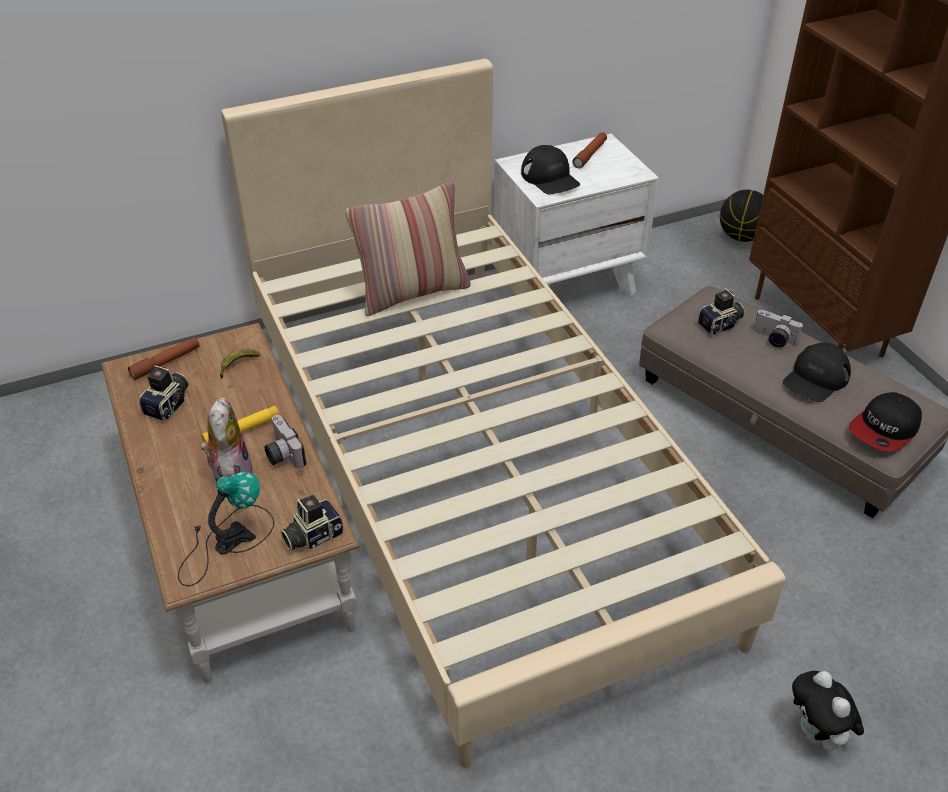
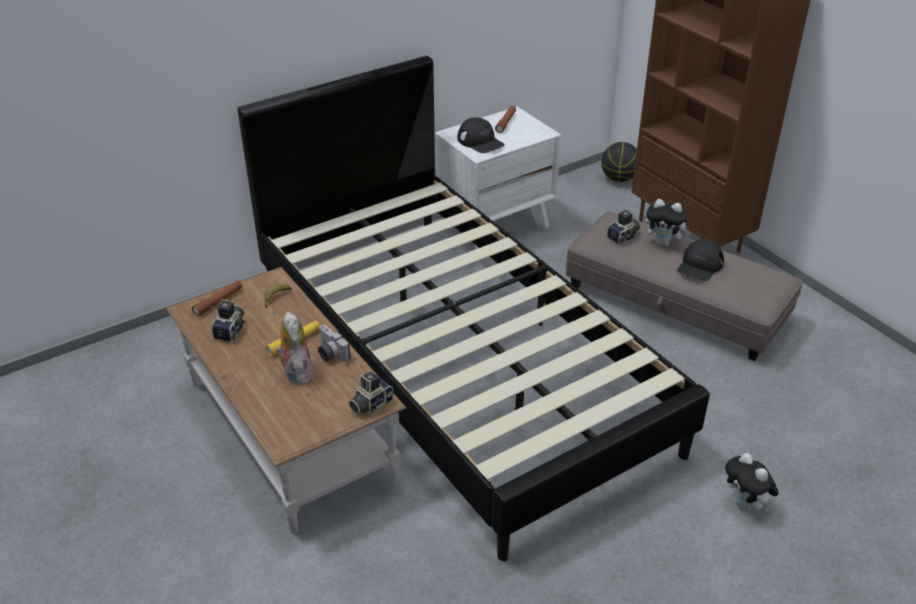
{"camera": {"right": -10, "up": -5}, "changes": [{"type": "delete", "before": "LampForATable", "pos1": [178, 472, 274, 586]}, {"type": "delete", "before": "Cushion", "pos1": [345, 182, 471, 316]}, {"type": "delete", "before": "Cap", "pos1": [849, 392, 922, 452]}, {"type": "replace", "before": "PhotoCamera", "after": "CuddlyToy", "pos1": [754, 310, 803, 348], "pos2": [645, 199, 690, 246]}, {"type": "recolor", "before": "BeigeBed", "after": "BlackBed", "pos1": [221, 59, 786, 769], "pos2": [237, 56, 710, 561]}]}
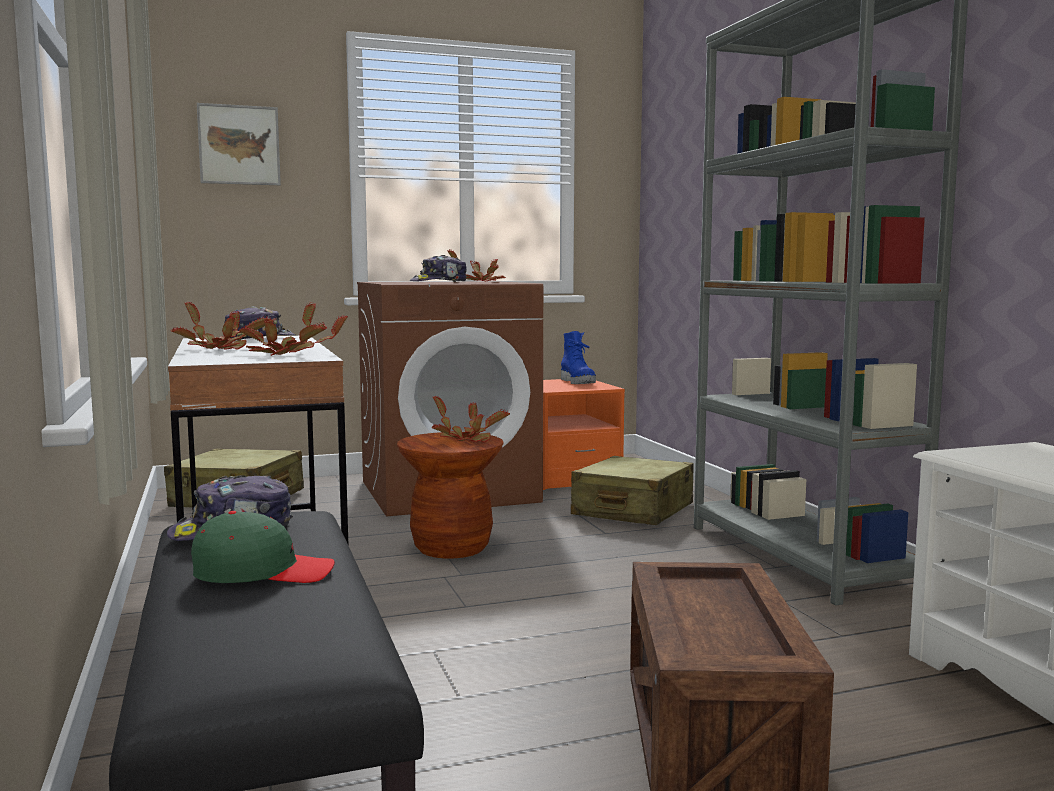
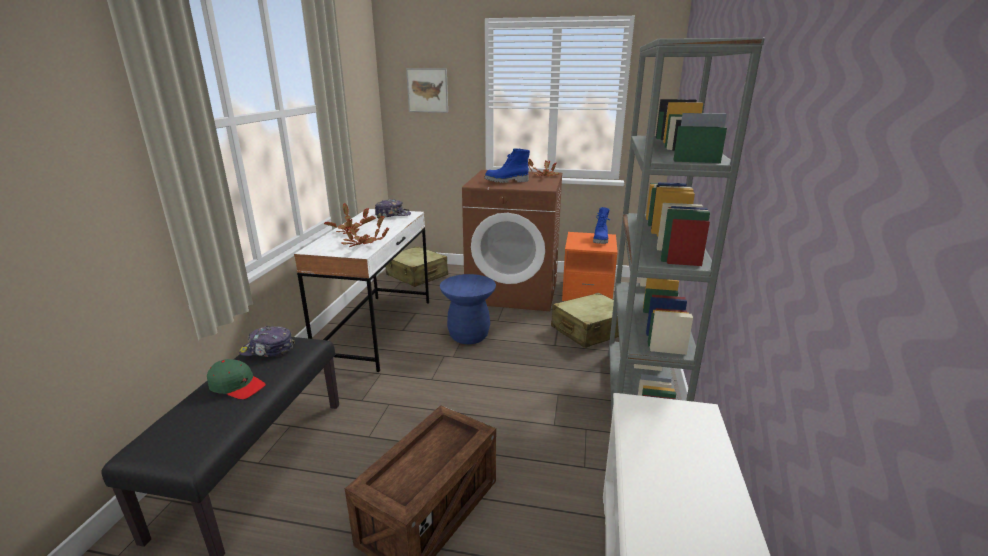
{"camera": {"right": 30, "up": 15}, "changes": [{"type": "delete", "before": "PlantInAPot", "pos1": [432, 395, 510, 442]}, {"type": "replace", "before": "Cap", "after": "BlueTallBoot", "pos1": [409, 255, 467, 282], "pos2": [484, 148, 530, 183]}, {"type": "recolor", "before": "BrownishStool", "after": "BlueStool", "pos1": [397, 432, 503, 558], "pos2": [440, 274, 496, 344]}]}
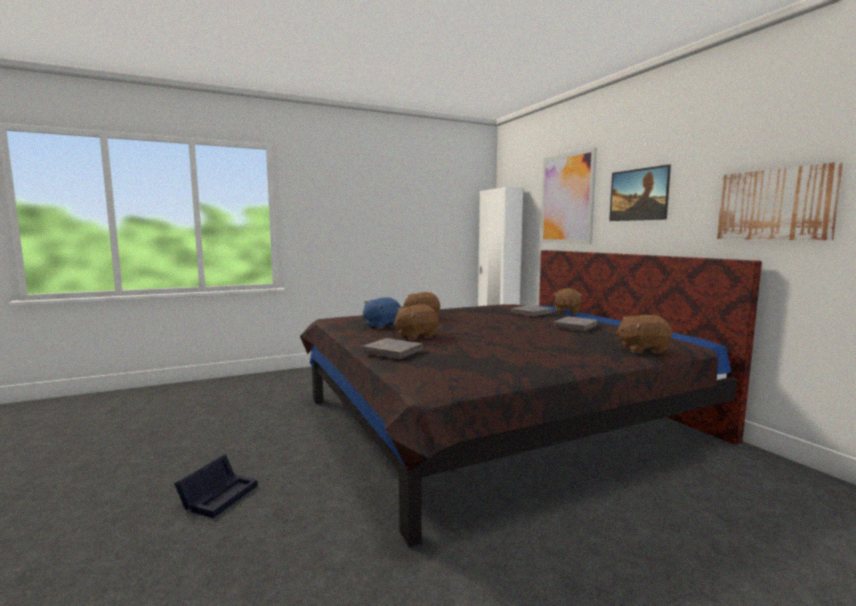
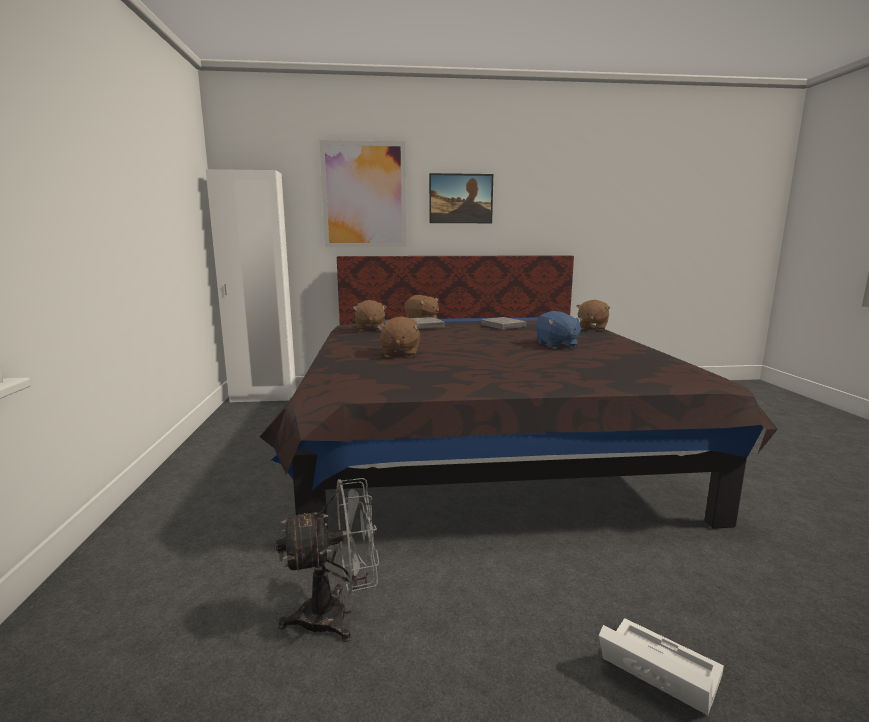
{"camera": {"right": -70, "up": 5}, "changes": [{"type": "delete", "before": "GrayBook", "pos1": [362, 338, 423, 359]}, {"type": "delete", "before": "WallPicture", "pos1": [717, 162, 843, 240]}, {"type": "insert", "after": "GrayElectricFan", "pos2": [276, 478, 379, 642]}, {"type": "move", "before": "BlueCuddlyToy", "pos1": [362, 297, 402, 329], "pos2": [536, 311, 583, 349]}, {"type": "move", "before": "BrownishCuddlyToy", "pos1": [393, 304, 439, 340], "pos2": [353, 300, 387, 331]}, {"type": "recolor", "before": "BlackStorageContainer", "after": "WhitishStorageContainer", "pos1": [174, 454, 258, 518], "pos2": [599, 618, 724, 715]}]}
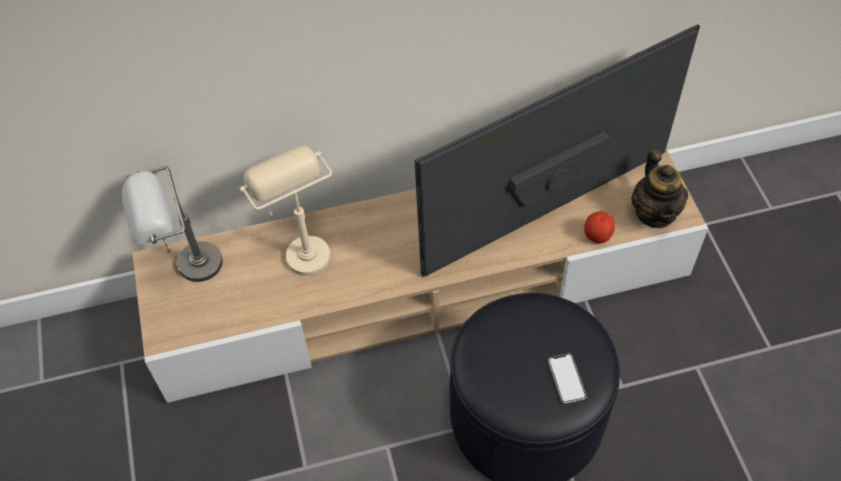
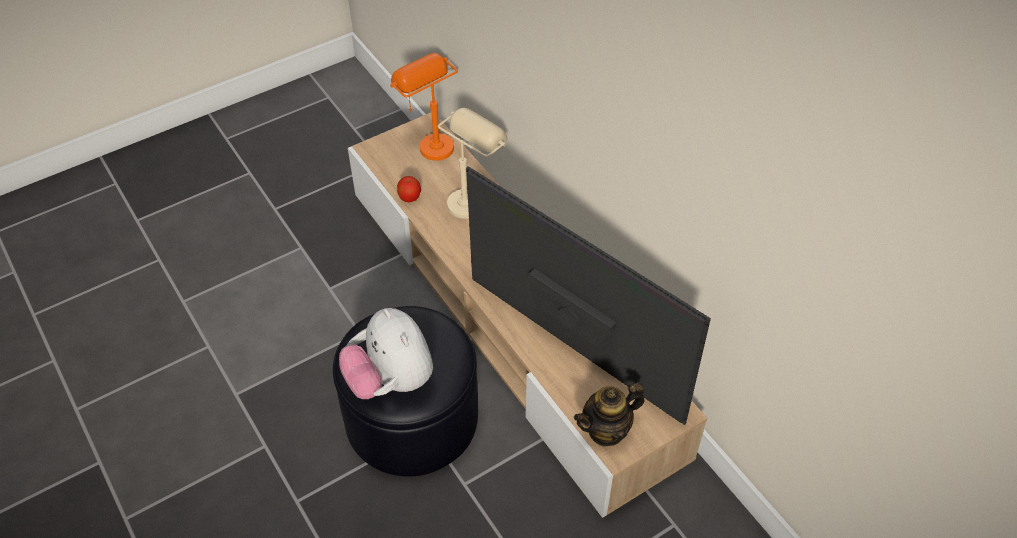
{"camera": {"right": 70, "up": -5}, "changes": [{"type": "move", "before": "AppleFruit", "pos1": [584, 211, 615, 243], "pos2": [397, 176, 421, 202]}, {"type": "replace", "before": "Telephone", "after": "CuddlyToy", "pos1": [548, 353, 587, 404], "pos2": [339, 308, 433, 399]}, {"type": "recolor", "before": "GrayLampForATable", "after": "OrangeColouredLampForATable", "pos1": [122, 166, 223, 282], "pos2": [390, 53, 458, 161]}]}
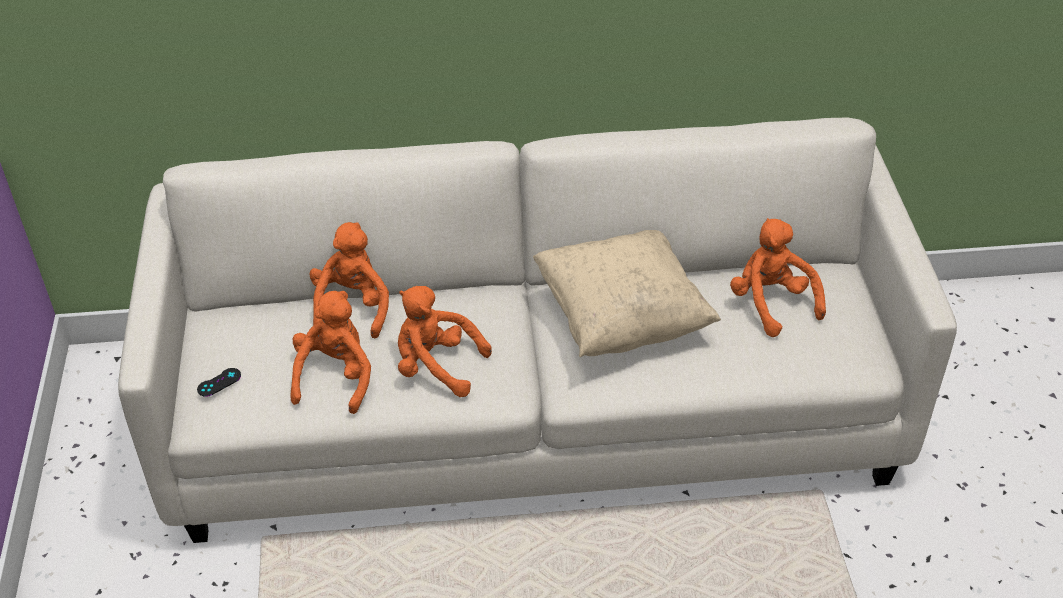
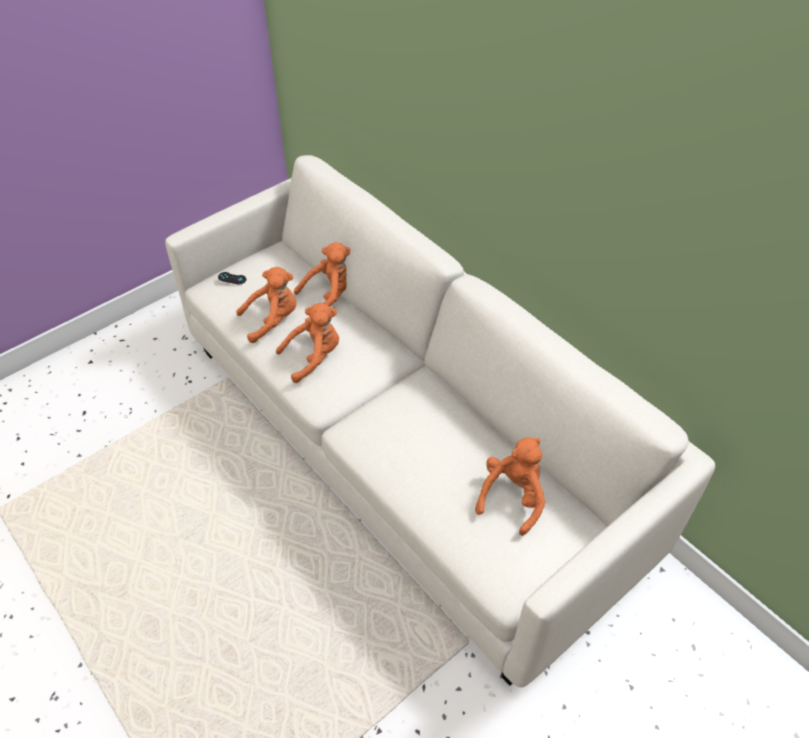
{"camera": {"right": 55, "up": 5}, "changes": [{"type": "delete", "before": "BeigeCushion", "pos1": [533, 230, 721, 357]}, {"type": "rotate", "before": "OrangeColouredCuddlyToy", "pos1": [398, 286, 492, 397], "pos2": [276, 303, 339, 383], "turn": 75}]}
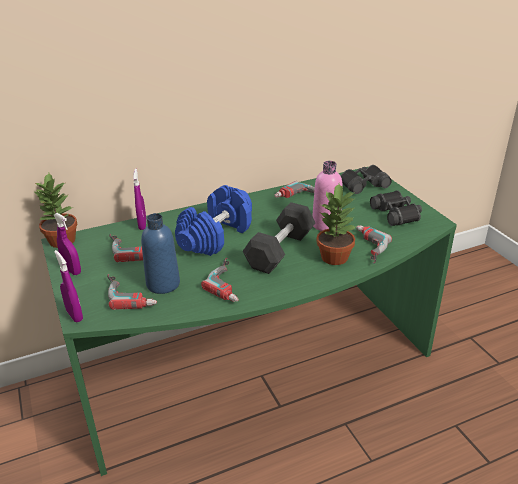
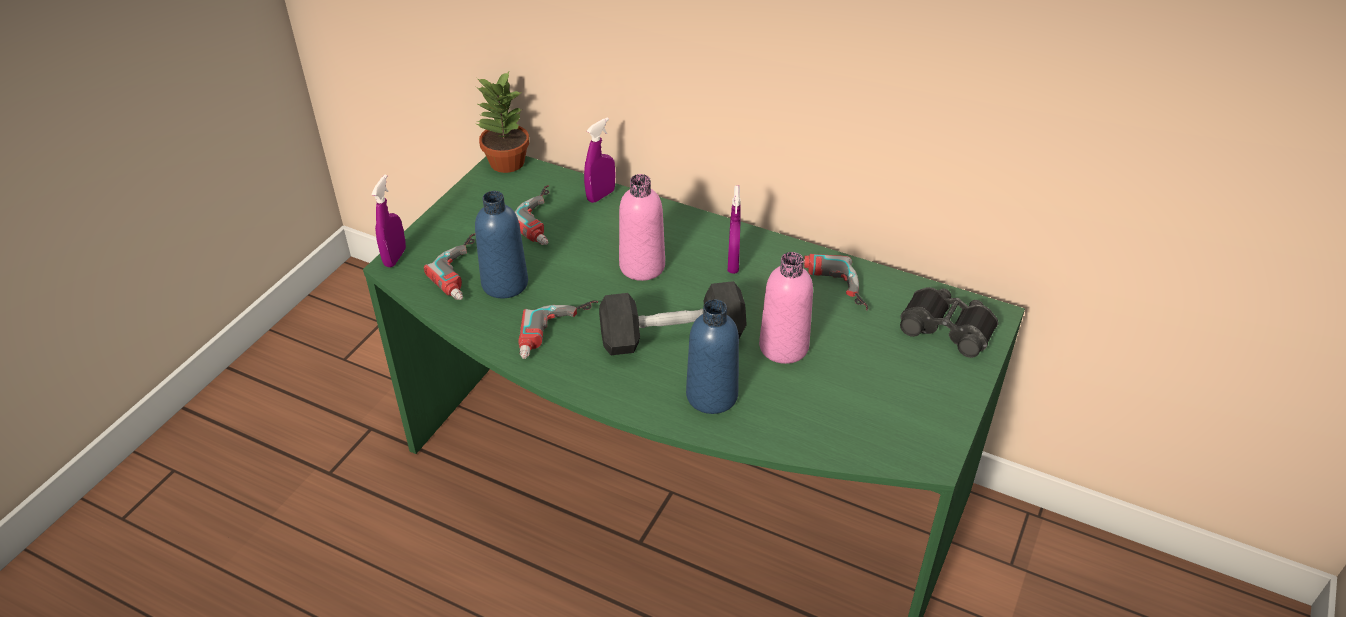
{"camera": {"right": 50, "up": 10}, "changes": [{"type": "delete", "before": "ElectricDrill", "pos1": [356, 225, 392, 264]}, {"type": "delete", "before": "BlackPairOfBinoculars", "pos1": [370, 190, 422, 226]}, {"type": "move", "before": "PurplishSprayBottle", "pos1": [54, 213, 81, 275], "pos2": [728, 186, 741, 274]}, {"type": "replace", "before": "BlueFreeWeight", "after": "PinkColouredDrinkBottle", "pos1": [175, 185, 252, 256], "pos2": [619, 174, 665, 281]}, {"type": "replace", "before": "PlantInAPot", "after": "BlueDrinkBottle", "pos1": [316, 184, 357, 265], "pos2": [686, 299, 739, 414]}]}
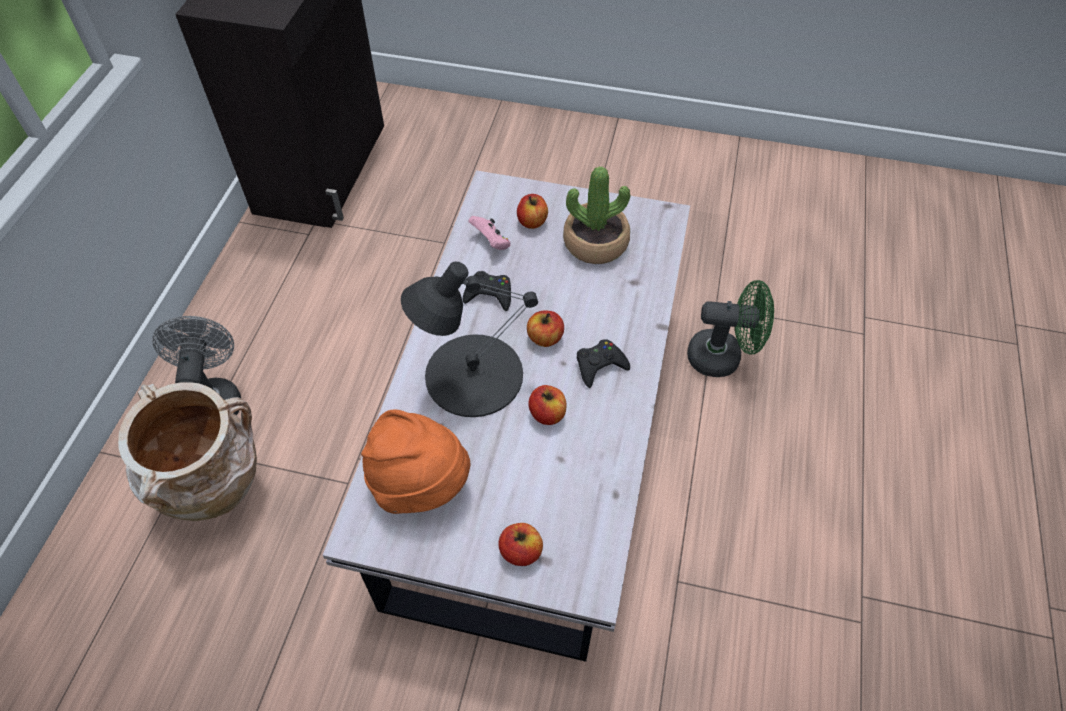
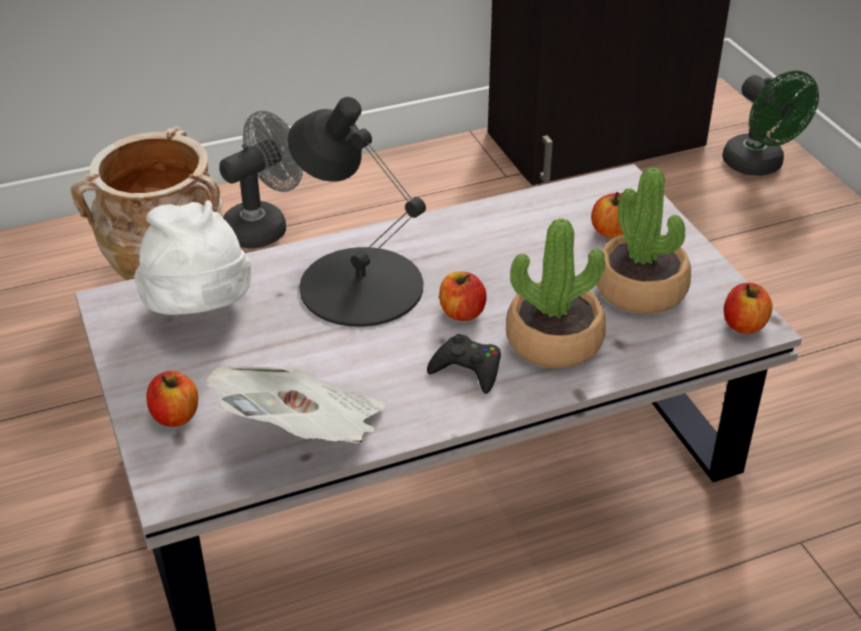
{"camera": {"right": 55, "up": -15}, "changes": [{"type": "delete", "before": "BlackGameController", "pos1": [462, 271, 511, 311]}, {"type": "delete", "before": "PinkColouredGameController", "pos1": [468, 216, 510, 250]}, {"type": "insert", "after": "PrintedPaper", "pos2": [207, 366, 385, 443]}, {"type": "insert", "after": "PlantInAPot", "pos2": [506, 218, 606, 368]}, {"type": "move", "before": "AppleFruit", "pos1": [528, 385, 566, 425], "pos2": [724, 283, 773, 334]}, {"type": "move", "before": "GreenElectricFan", "pos1": [687, 280, 774, 377], "pos2": [723, 71, 819, 176]}, {"type": "recolor", "before": "OrangeColouredHat", "after": "WhitishHat", "pos1": [361, 410, 470, 514], "pos2": [134, 200, 251, 315]}]}
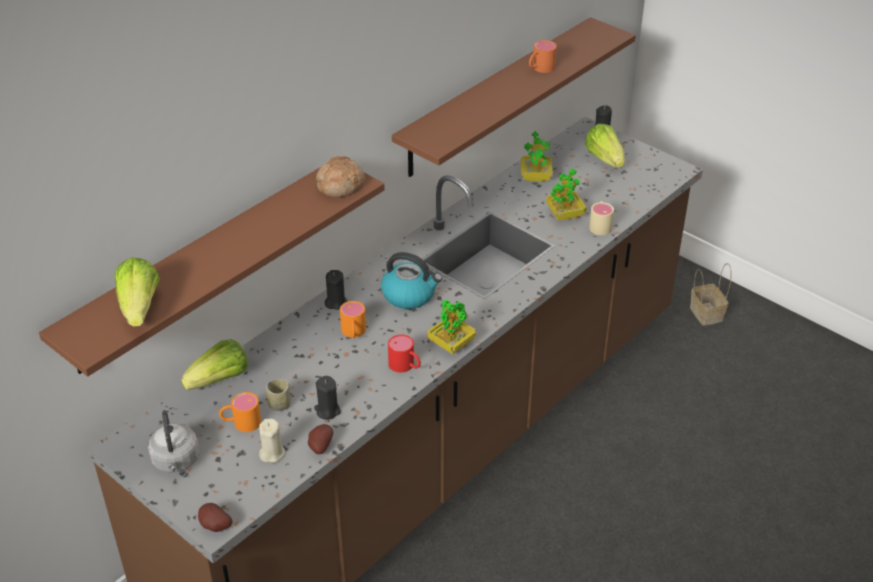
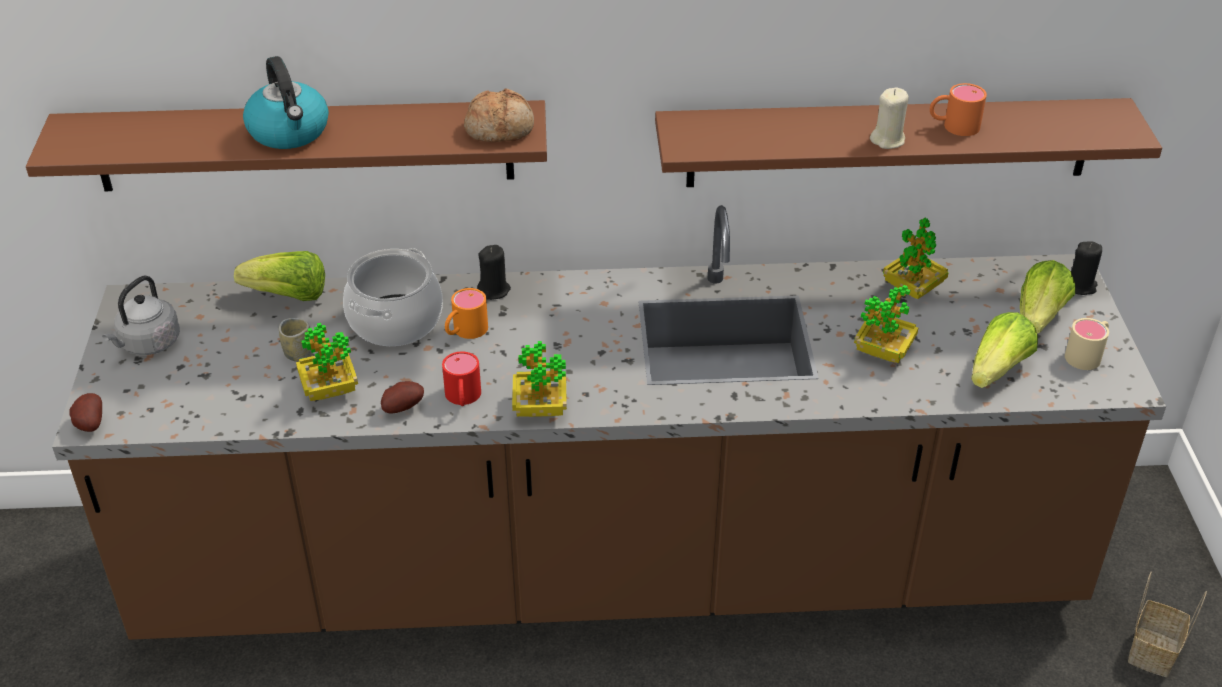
{"camera": {"right": 45, "up": 0}, "changes": [{"type": "delete", "before": "OrangeColouredTeaMug", "pos1": [219, 392, 261, 432]}, {"type": "insert", "after": "Saucepot", "pos2": [343, 248, 443, 346]}, {"type": "move", "before": "HeadOfLettuce", "pos1": [114, 258, 160, 327], "pos2": [971, 312, 1038, 388]}, {"type": "move", "before": "BeigeCandle", "pos1": [259, 419, 285, 463], "pos2": [870, 87, 909, 149]}, {"type": "move", "before": "WholePotato", "pos1": [308, 424, 333, 455], "pos2": [381, 381, 424, 414]}, {"type": "move", "before": "Kettle", "pos1": [381, 252, 442, 309], "pos2": [243, 56, 329, 149]}, {"type": "move", "before": "BeigeTeaMug", "pos1": [589, 201, 614, 235], "pos2": [1065, 318, 1109, 370]}, {"type": "replace", "before": "BlackCandle", "after": "PlantInAPot", "pos1": [314, 376, 341, 420], "pos2": [296, 323, 358, 401]}]}
